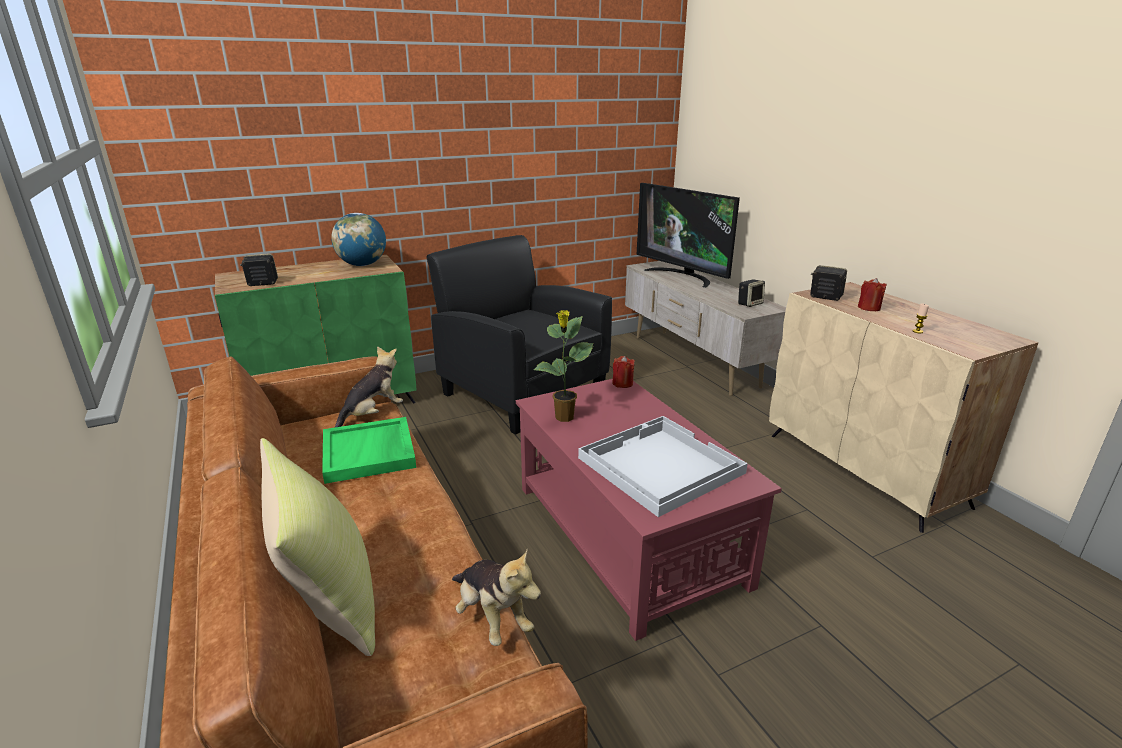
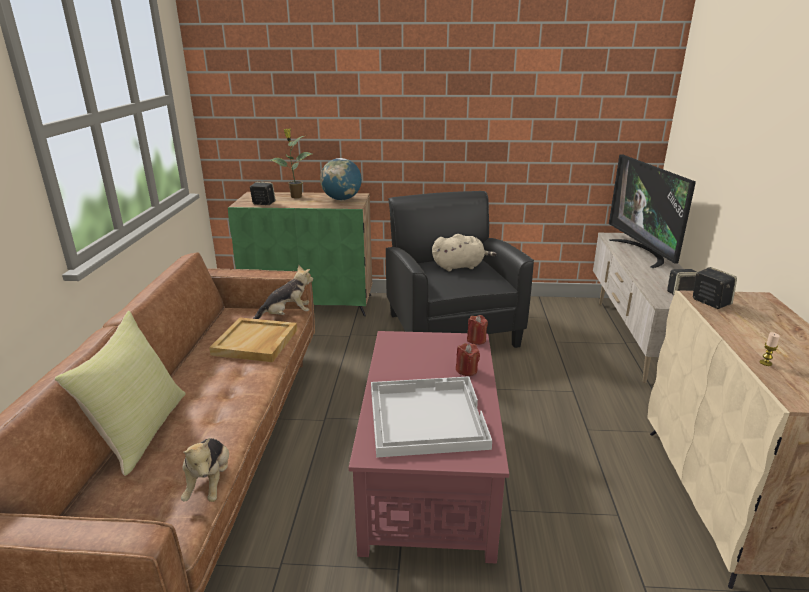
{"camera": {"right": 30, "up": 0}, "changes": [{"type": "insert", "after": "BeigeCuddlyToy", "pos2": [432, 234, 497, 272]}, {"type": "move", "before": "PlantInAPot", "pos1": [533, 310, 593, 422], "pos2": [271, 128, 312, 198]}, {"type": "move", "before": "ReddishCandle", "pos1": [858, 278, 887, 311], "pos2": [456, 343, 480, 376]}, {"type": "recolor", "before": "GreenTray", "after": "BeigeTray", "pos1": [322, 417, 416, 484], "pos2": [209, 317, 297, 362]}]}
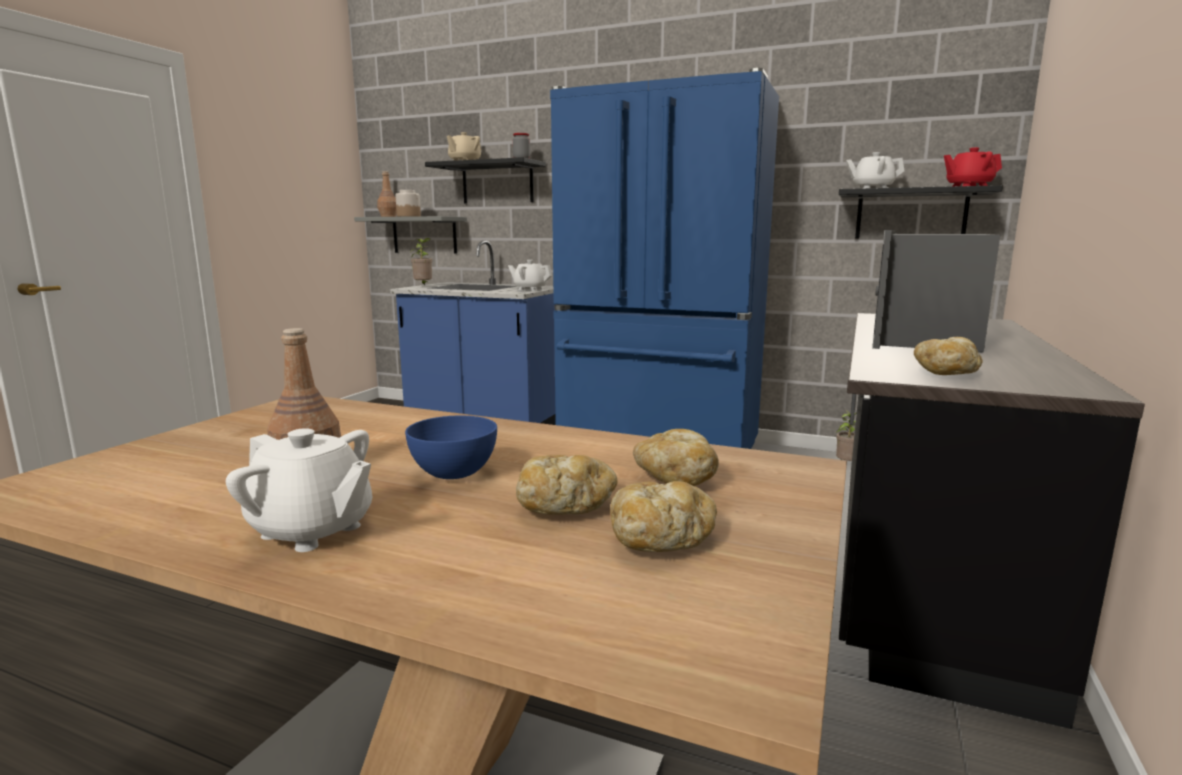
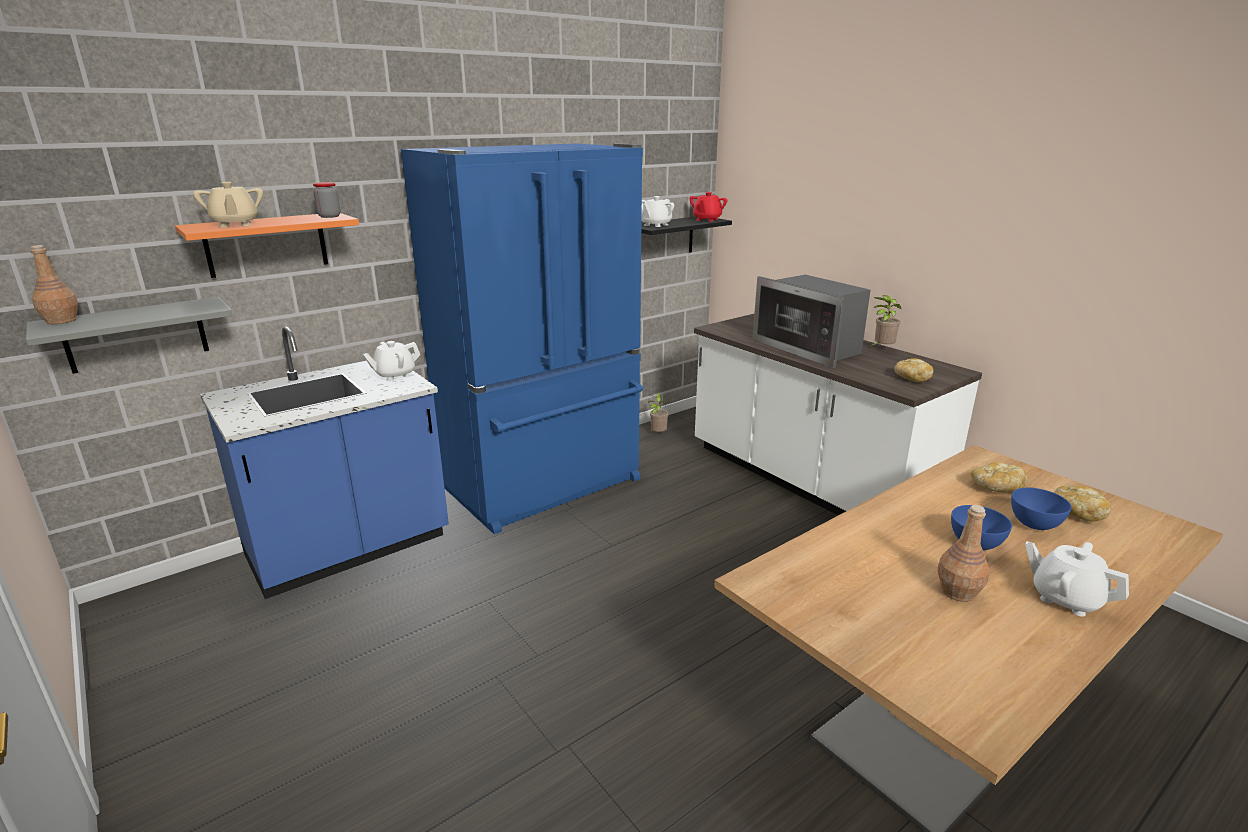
{"camera": {"right": -60, "up": 10}, "changes": [{"type": "delete", "before": "StorageJar", "pos1": [395, 190, 421, 217]}, {"type": "move", "before": "PlantInAPot", "pos1": [410, 238, 432, 285], "pos2": [869, 295, 901, 347]}, {"type": "replace", "before": "BakedBread", "after": "BlueBowl", "pos1": [516, 455, 618, 515], "pos2": [1011, 488, 1072, 530]}, {"type": "recolor", "before": "BlackBracketShelf", "after": "OrangeColouredBracketShelf", "pos1": [425, 157, 546, 203], "pos2": [175, 213, 359, 278]}, {"type": "recolor", "before": "BlackCounter", "after": "WhitishCounter", "pos1": [839, 313, 1145, 729], "pos2": [694, 314, 982, 515]}, {"type": "rotate", "before": "WhitishTeapot", "pos1": [226, 428, 372, 552], "pos2": [1025, 541, 1129, 617], "turn": -105}]}
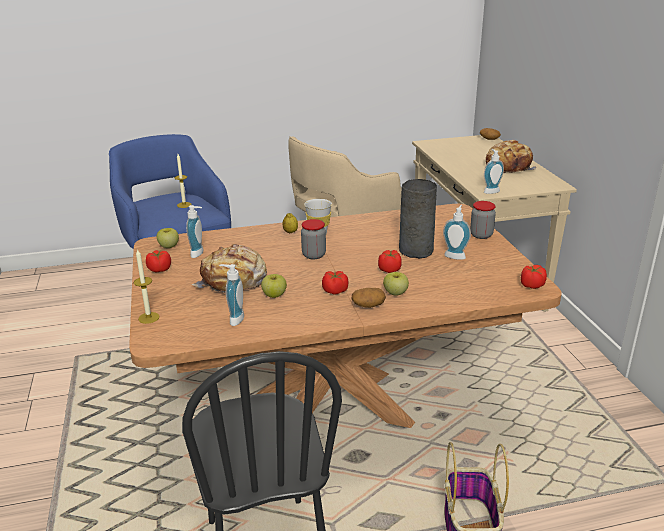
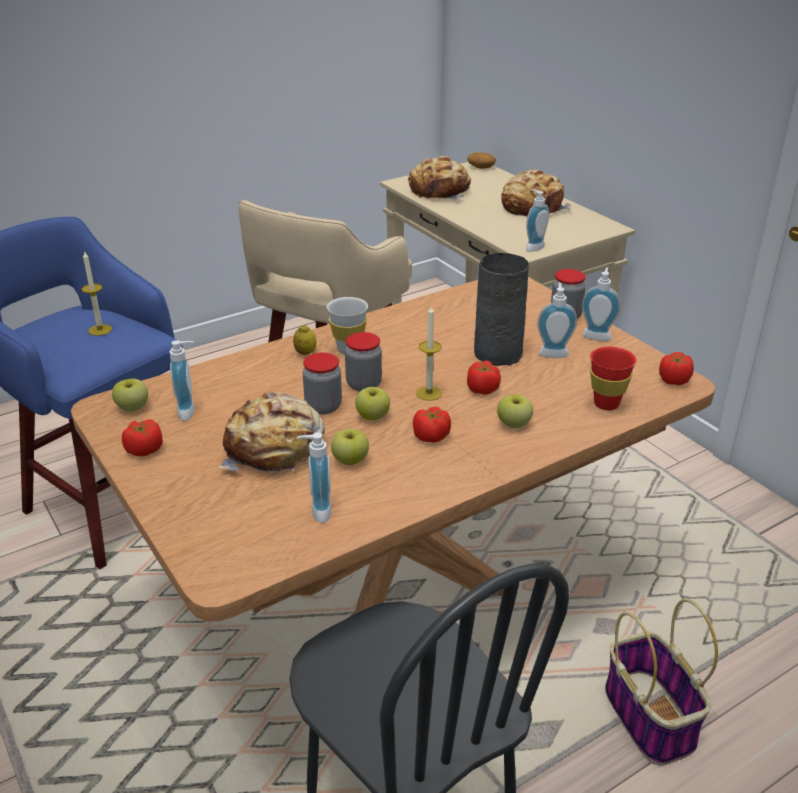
{"camera": {"right": -20, "up": 5}, "changes": [{"type": "delete", "before": "WholePotato", "pos1": [352, 288, 386, 308]}, {"type": "insert", "after": "StorageJar", "pos2": [303, 353, 342, 415]}, {"type": "insert", "after": "AppleFruit", "pos2": [355, 387, 390, 420]}, {"type": "insert", "after": "BakedBread", "pos2": [408, 156, 471, 199]}, {"type": "insert", "after": "LiquidSoapBottle", "pos2": [582, 267, 621, 341]}, {"type": "insert", "after": "ReddishDrinkingCup", "pos2": [590, 346, 636, 410]}, {"type": "move", "before": "Candle", "pos1": [134, 249, 160, 324], "pos2": [416, 306, 442, 401]}]}
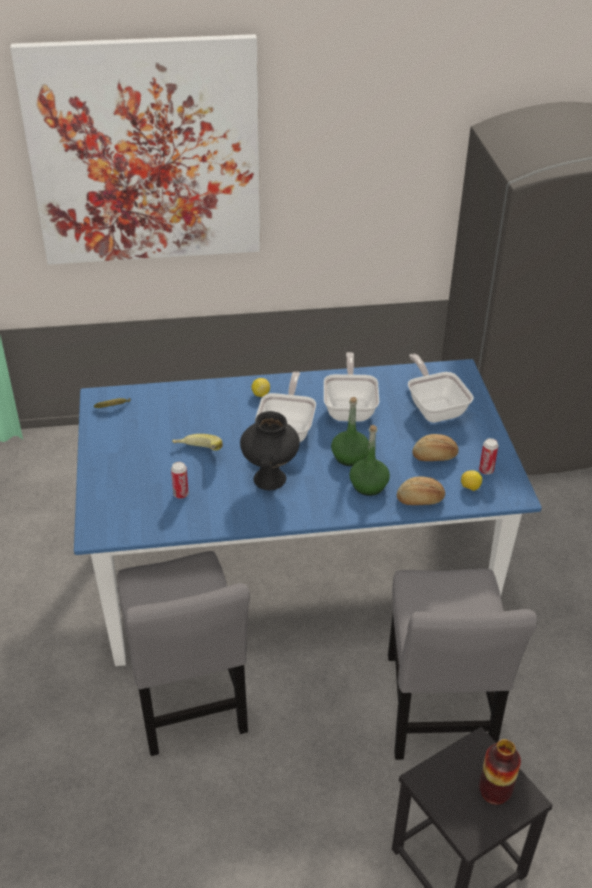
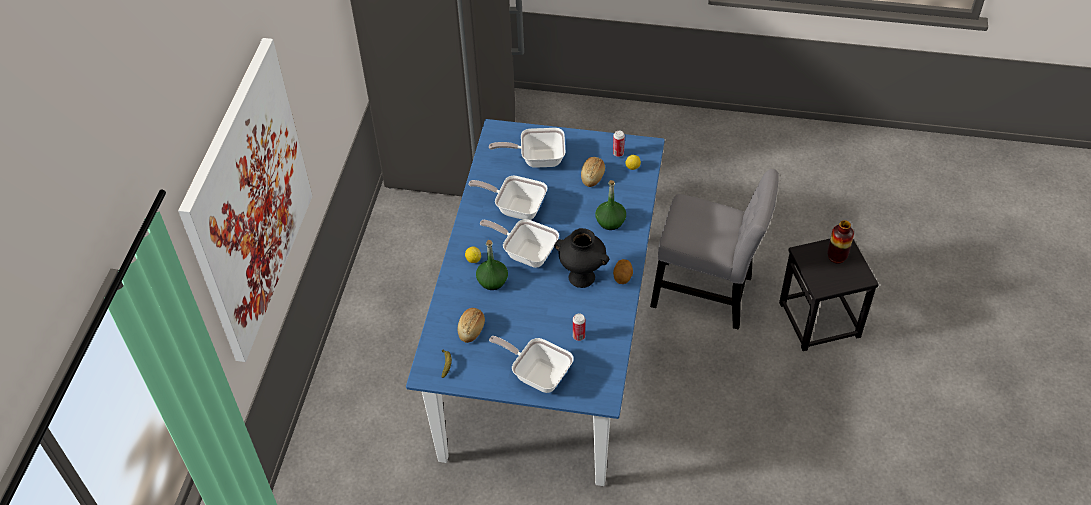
{"camera": {"right": -70, "up": 10}, "changes": [{"type": "delete", "before": "GrayChair", "pos1": [117, 551, 250, 756]}, {"type": "delete", "before": "Banana", "pos1": [172, 434, 223, 451]}, {"type": "insert", "after": "Pan", "pos2": [489, 336, 574, 393]}, {"type": "insert", "after": "WholePotato", "pos2": [613, 259, 633, 284]}, {"type": "move", "before": "GreenDrinkBottle", "pos1": [331, 397, 369, 466], "pos2": [476, 240, 508, 290]}, {"type": "move", "before": "BakedBread", "pos1": [397, 477, 445, 505], "pos2": [458, 308, 485, 343]}]}
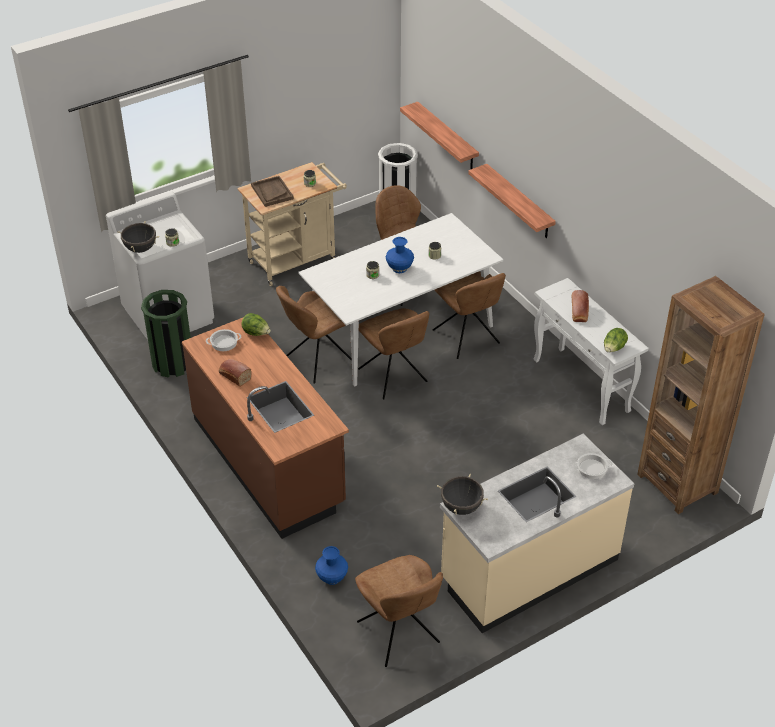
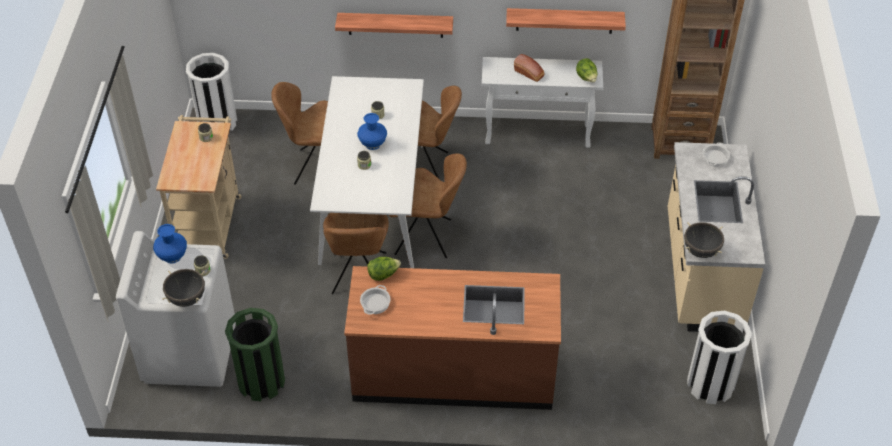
{"camera": {"right": -55, "up": 5}, "changes": [{"type": "delete", "before": "BakedBread", "pos1": [219, 359, 252, 387]}, {"type": "delete", "before": "BrownishTray", "pos1": [251, 176, 294, 207]}, {"type": "move", "before": "BlueFlowerVase", "pos1": [315, 546, 348, 585], "pos2": [153, 224, 187, 264]}, {"type": "move", "before": "BracketShelf", "pos1": [400, 102, 479, 169], "pos2": [506, 8, 626, 34]}, {"type": "replace", "before": "BrownishChair", "after": "WhitishRubbishBin", "pos1": [355, 555, 443, 667], "pos2": [687, 310, 752, 404]}]}
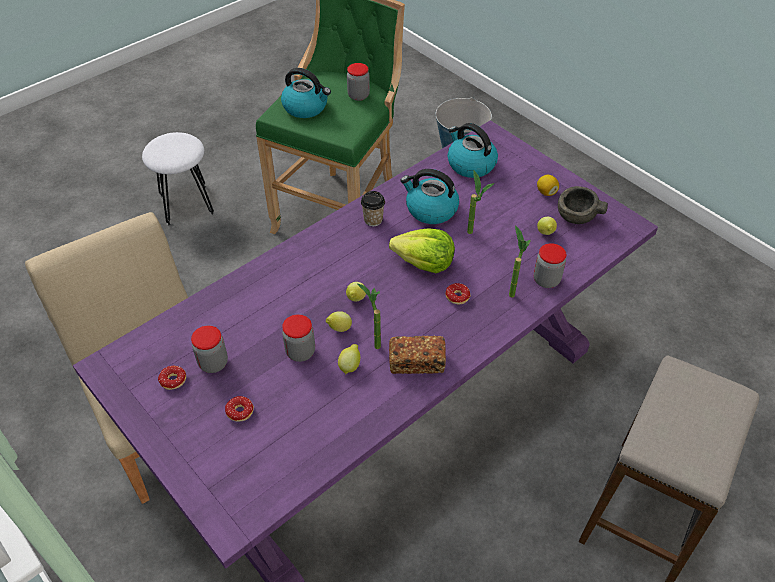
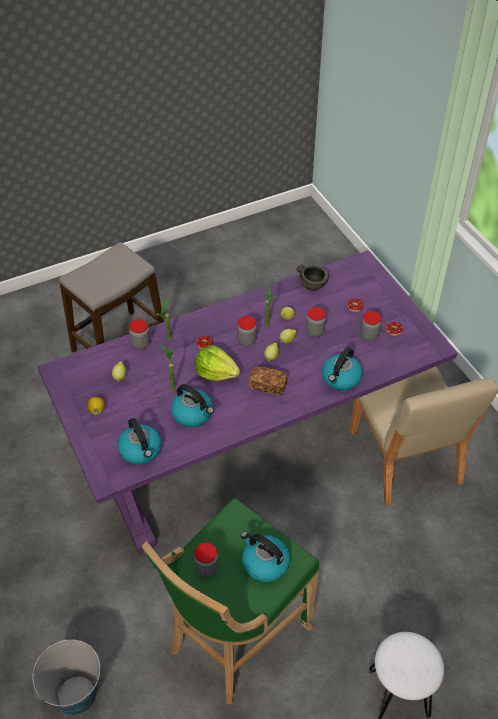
{"camera": {"right": -165, "up": 0}, "changes": [{"type": "delete", "before": "DrinkingCup", "pos1": [361, 191, 385, 226]}, {"type": "insert", "after": "StorageJar", "pos2": [237, 316, 257, 346]}, {"type": "insert", "after": "Kettle", "pos2": [322, 347, 363, 391]}, {"type": "move", "before": "BakedBread", "pos1": [389, 336, 446, 374], "pos2": [248, 366, 288, 395]}, {"type": "move", "before": "GrayBowl", "pos1": [558, 186, 608, 224], "pos2": [296, 264, 329, 290]}]}
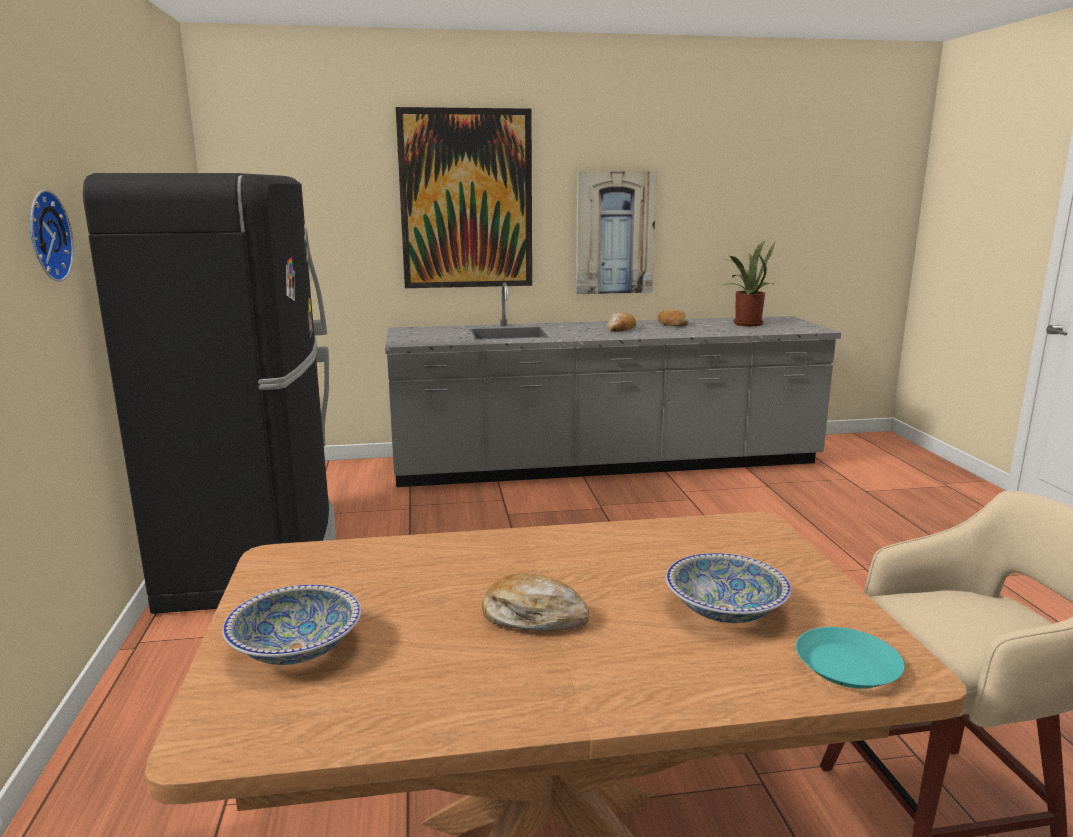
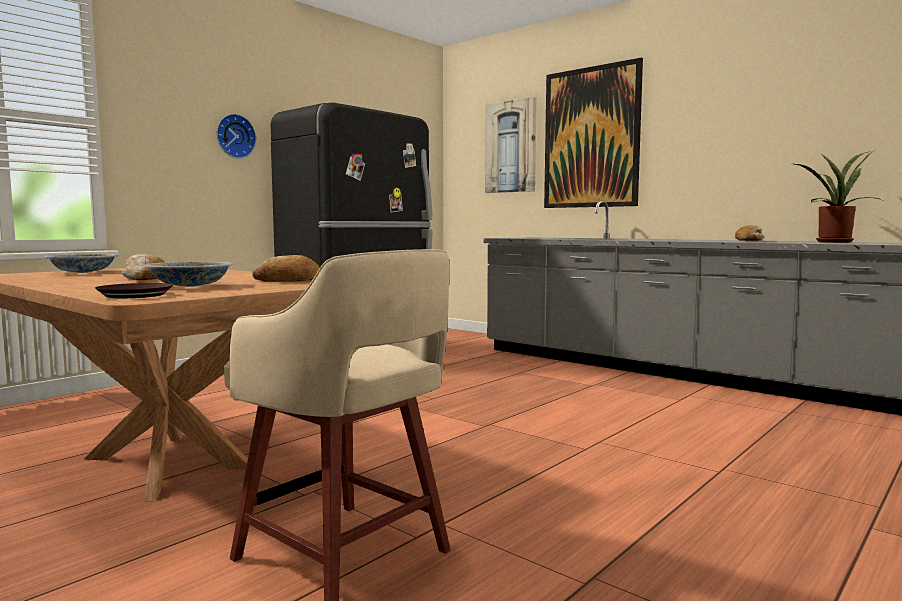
{"camera": {"right": 50, "up": -10}, "changes": [{"type": "move", "before": "WallPicture", "pos1": [576, 171, 657, 294], "pos2": [485, 97, 536, 193]}, {"type": "move", "before": "BakedBread", "pos1": [607, 312, 636, 331], "pos2": [252, 255, 320, 282]}, {"type": "recolor", "before": "TurquoiseColouredFlatDish", "after": "BrownishFlatDish", "pos1": [796, 627, 905, 689], "pos2": [95, 283, 173, 298]}]}
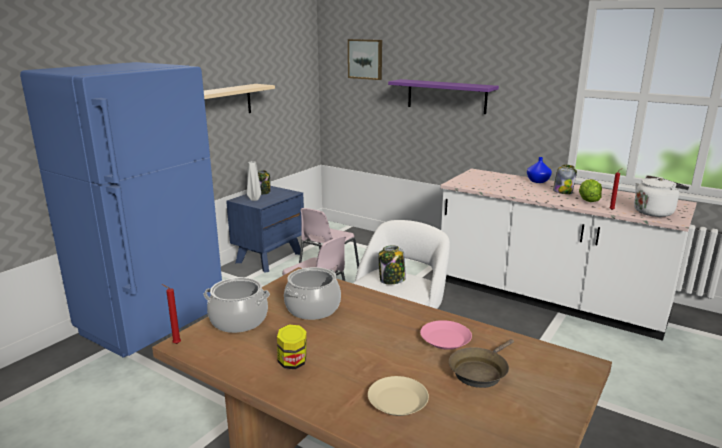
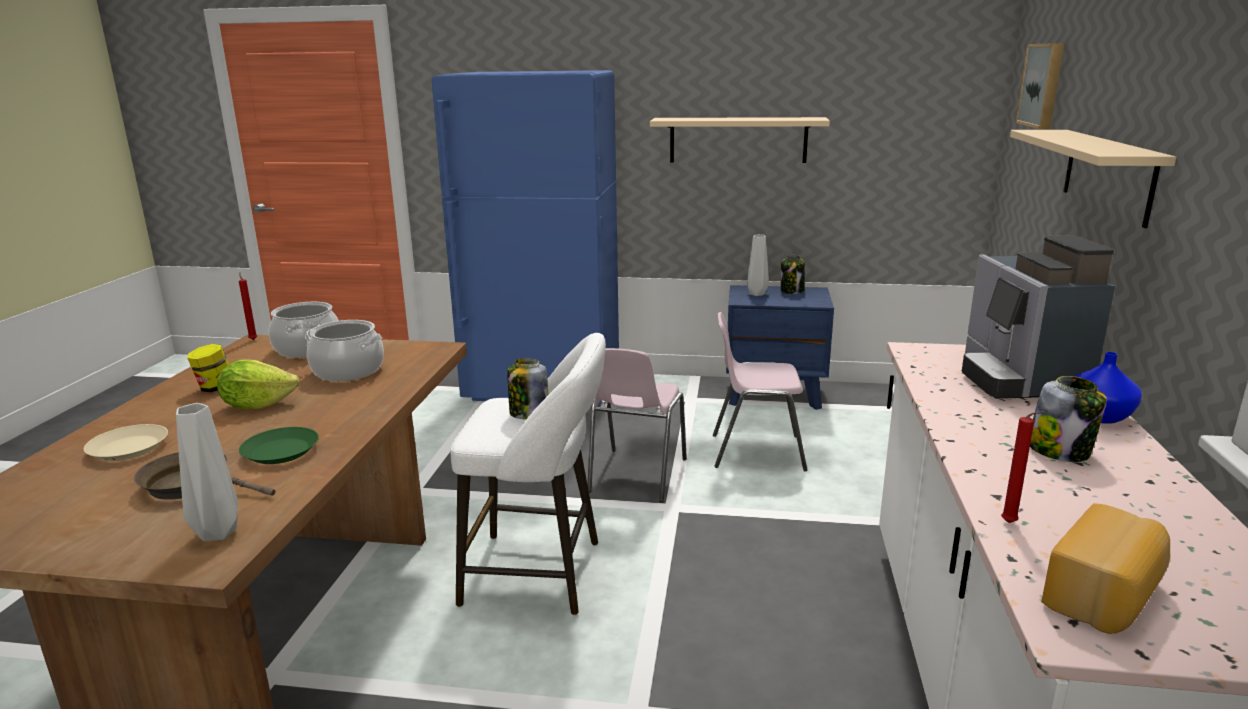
{"camera": {"right": 65, "up": 0}, "changes": [{"type": "insert", "after": "GrayFlowerVase", "pos2": [176, 403, 238, 541]}, {"type": "insert", "after": "CoffeeMaker", "pos2": [962, 235, 1115, 399]}, {"type": "move", "before": "HeadOfLettuce", "pos1": [579, 179, 602, 202], "pos2": [217, 359, 300, 409]}, {"type": "replace", "before": "WhitishKettle", "after": "BakedBread", "pos1": [634, 175, 689, 217], "pos2": [1042, 503, 1170, 634]}, {"type": "recolor", "before": "PurplishBracketShelf", "after": "BeigeBracketShelf", "pos1": [388, 79, 499, 114], "pos2": [1010, 130, 1176, 228]}, {"type": "recolor", "before": "PinkColouredFlatDish", "after": "GreenFlatDish", "pos1": [420, 320, 472, 350], "pos2": [239, 427, 319, 464]}]}
